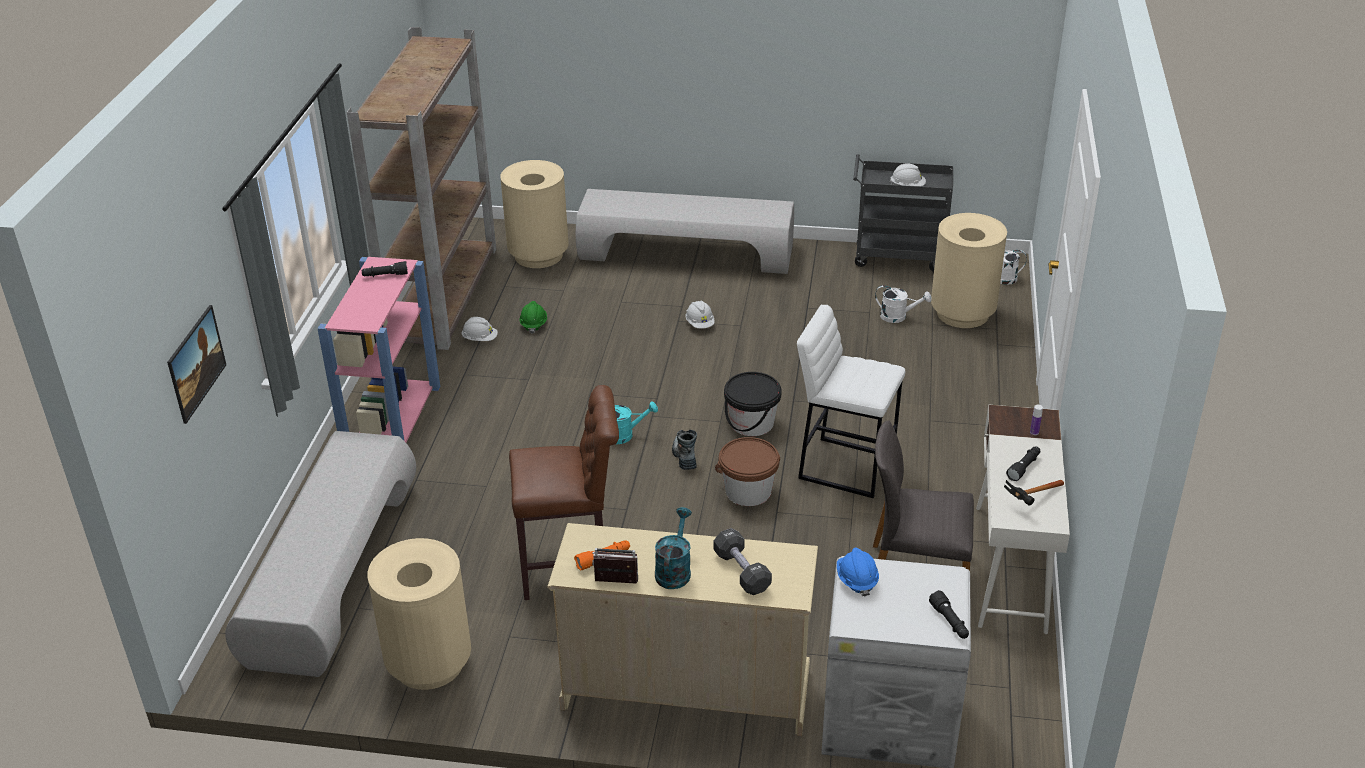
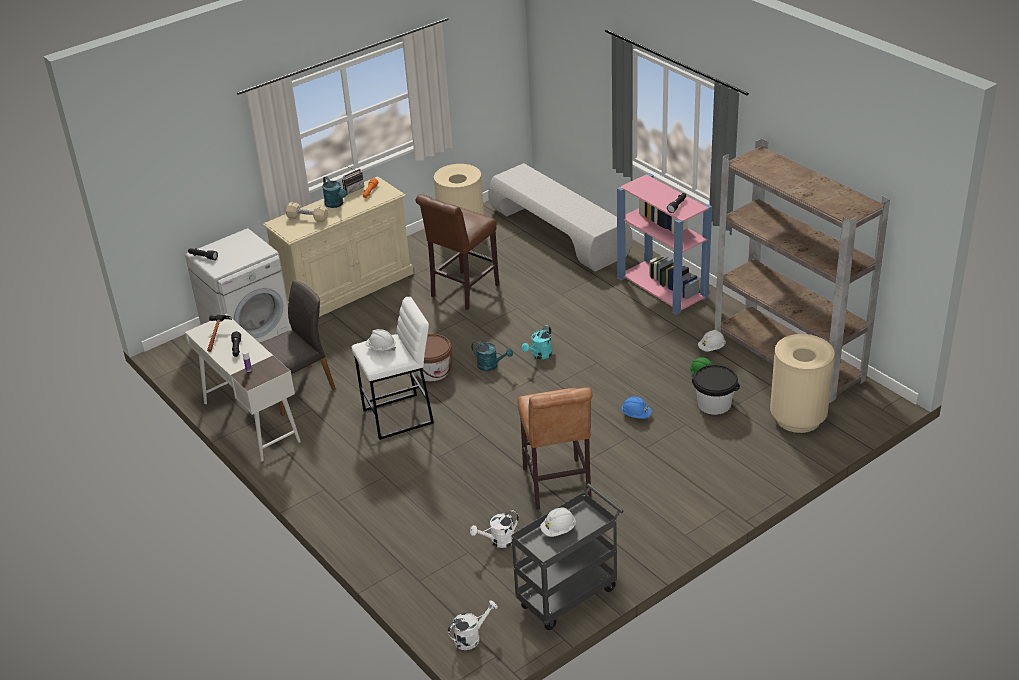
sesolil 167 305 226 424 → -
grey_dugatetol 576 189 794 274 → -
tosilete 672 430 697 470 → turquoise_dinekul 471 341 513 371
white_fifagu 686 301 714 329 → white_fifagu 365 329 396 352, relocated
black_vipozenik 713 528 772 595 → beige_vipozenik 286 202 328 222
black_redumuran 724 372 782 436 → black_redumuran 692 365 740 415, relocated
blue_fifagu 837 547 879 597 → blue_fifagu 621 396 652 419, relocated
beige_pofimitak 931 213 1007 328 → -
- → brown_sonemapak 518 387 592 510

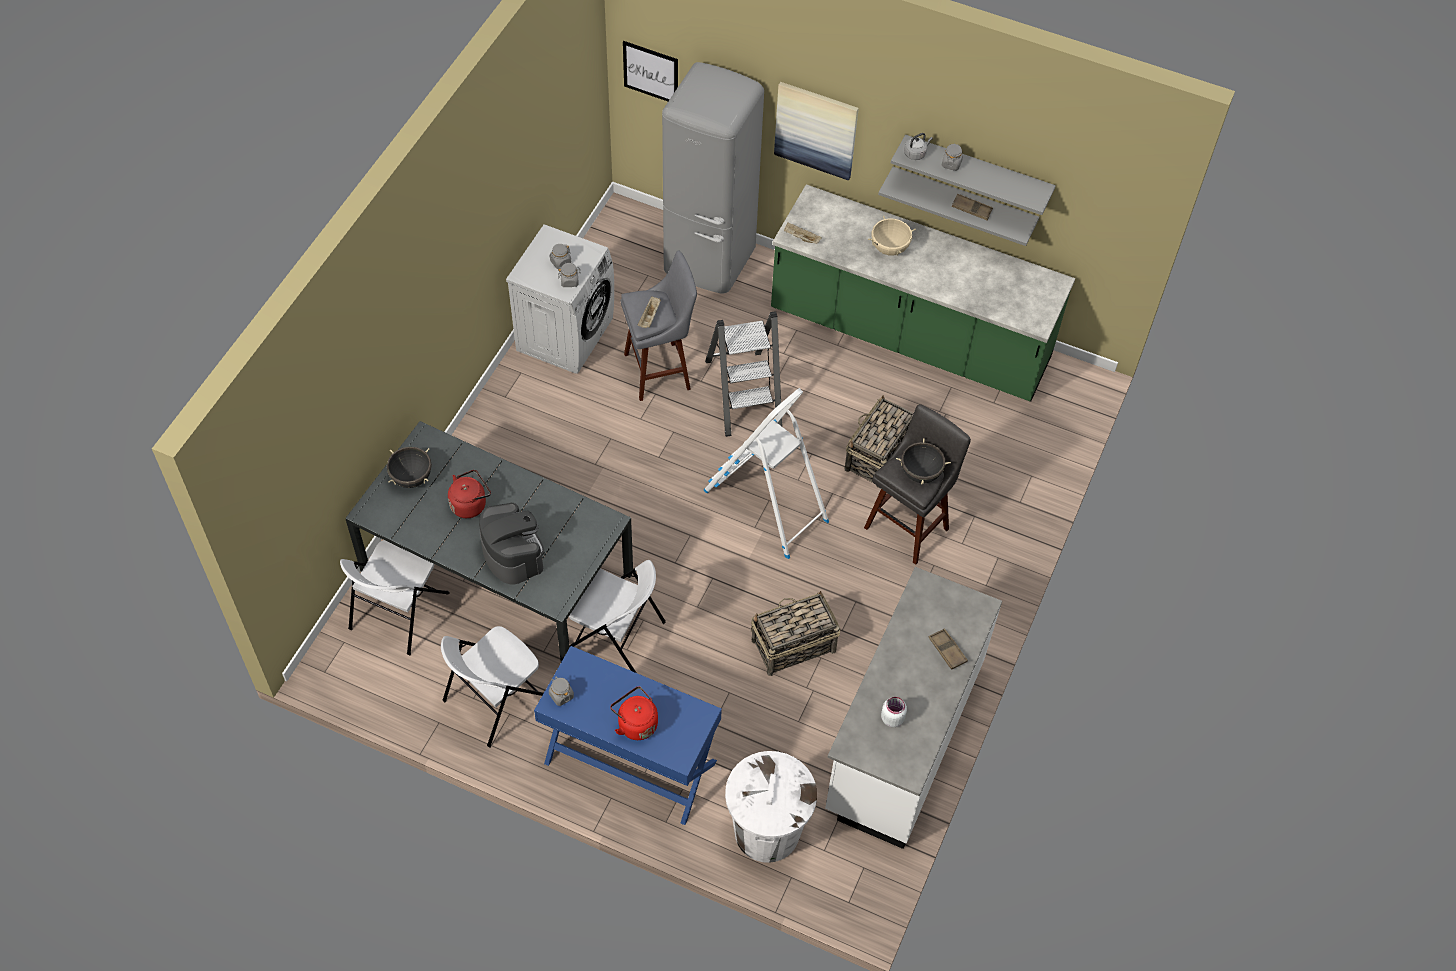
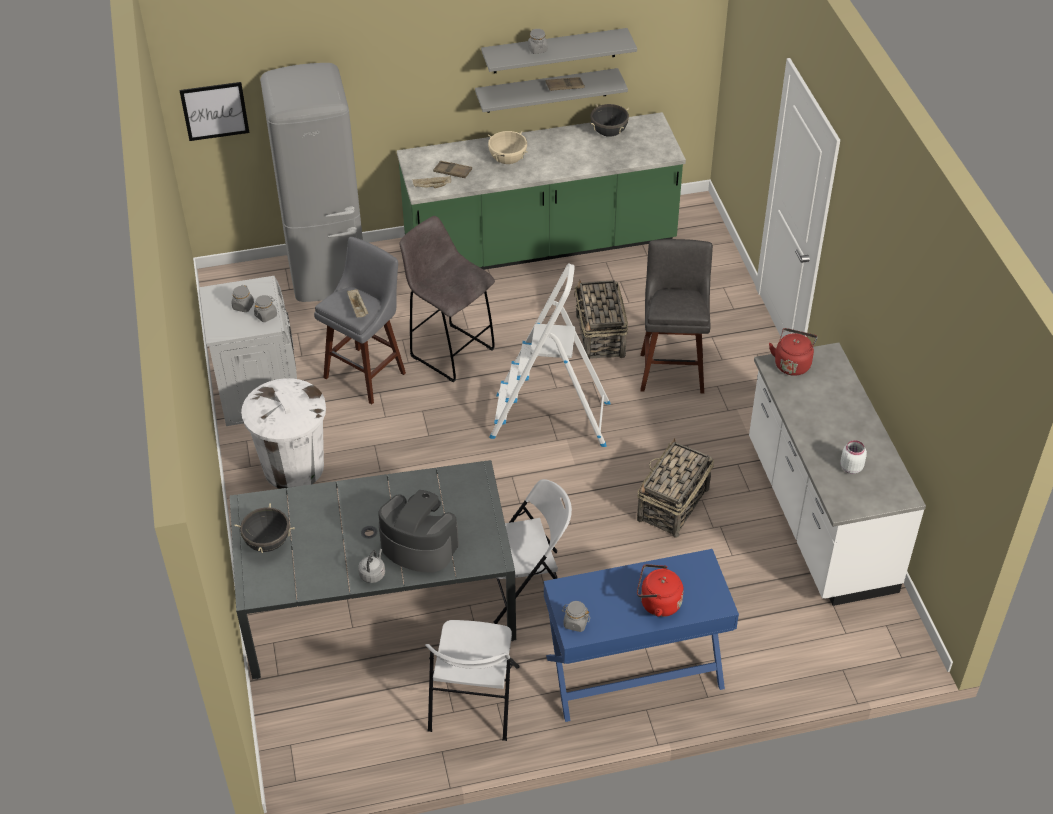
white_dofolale 340 540 450 655 → -
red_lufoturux 448 470 491 518 → red_lufoturux 769 328 817 376, relocated
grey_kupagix 705 311 782 437 → grey_sonemapak 399 216 495 382
white_pofimitak 725 751 817 863 → white_pofimitak 241 378 326 489, relocated
sesolil 774 82 859 181 → -
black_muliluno 896 438 951 485 → black_muliluno 590 104 630 137, relocated
grey_lufoturux 904 133 933 160 → grey_lufoturux 358 549 385 583, relocated
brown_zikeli 929 628 968 670 → brown_zikeli 433 161 472 178, relocated

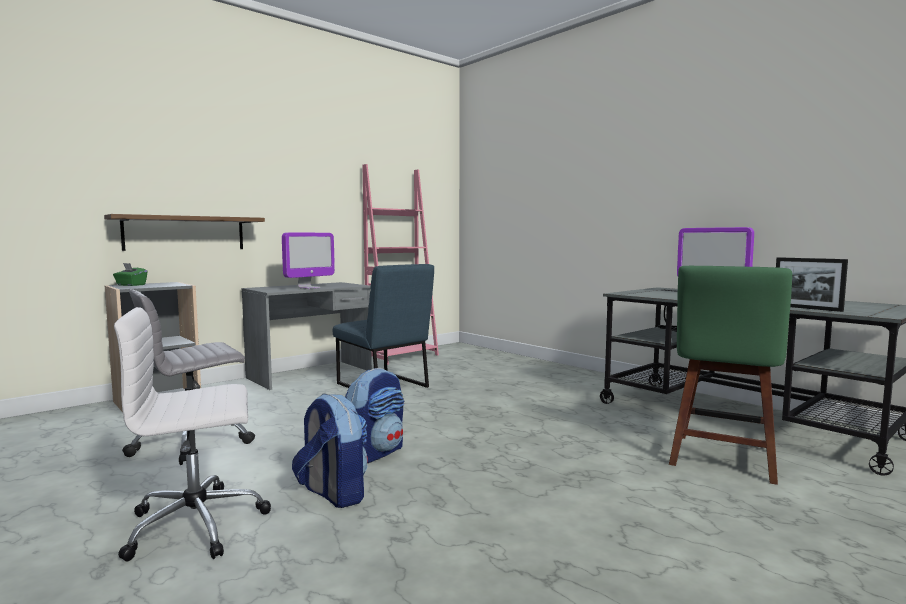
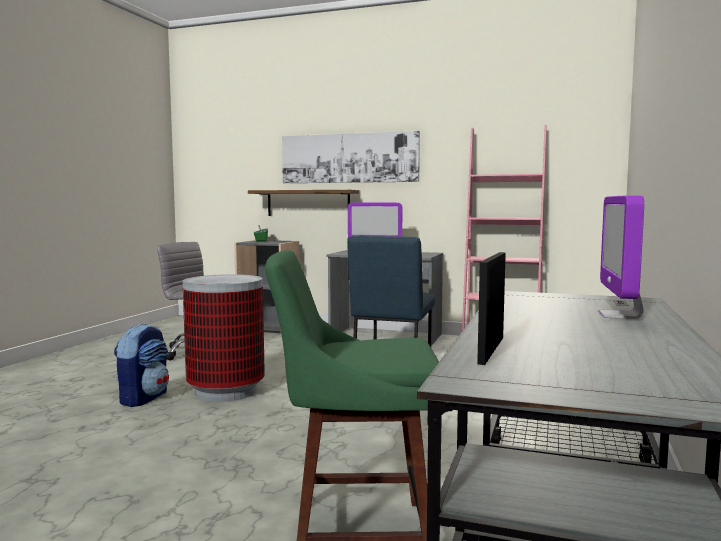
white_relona 114 307 271 562 → -
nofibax 345 368 404 463 → pofimitak 183 274 265 402
- → sesolil 282 131 420 183

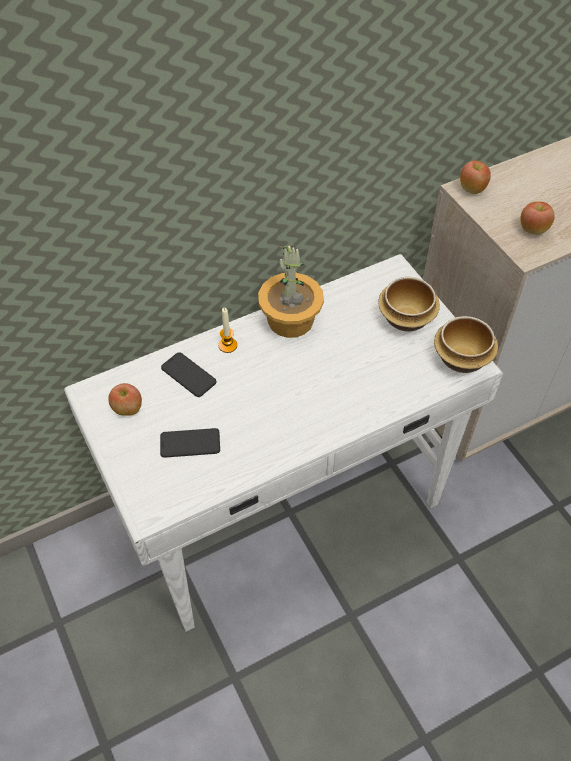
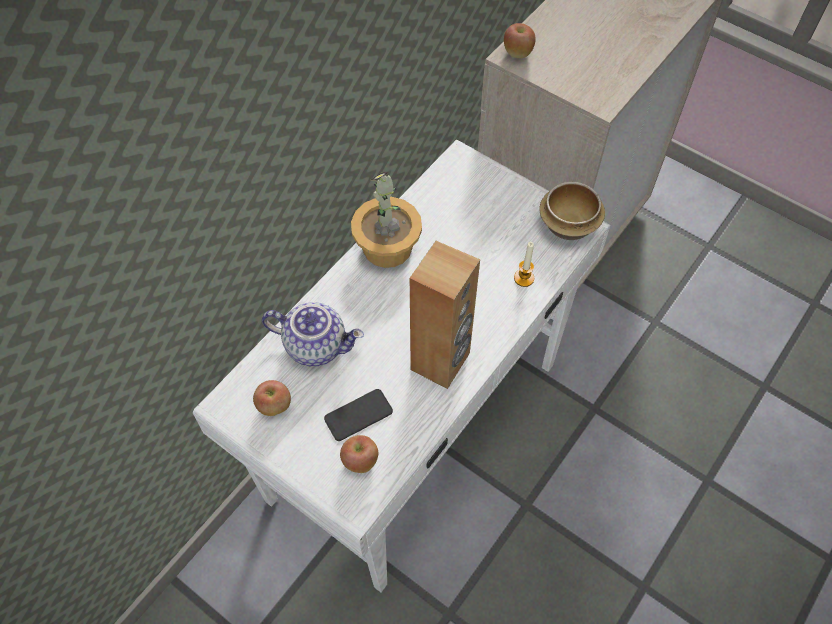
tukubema 161 352 217 397 → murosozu 262 302 364 367
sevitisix 218 308 237 353 → sevitisix 514 242 534 287, relocated
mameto 378 277 440 332 → -
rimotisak 520 201 555 235 → rimotisak 340 435 378 473, relocated
- → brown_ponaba 410 241 480 389

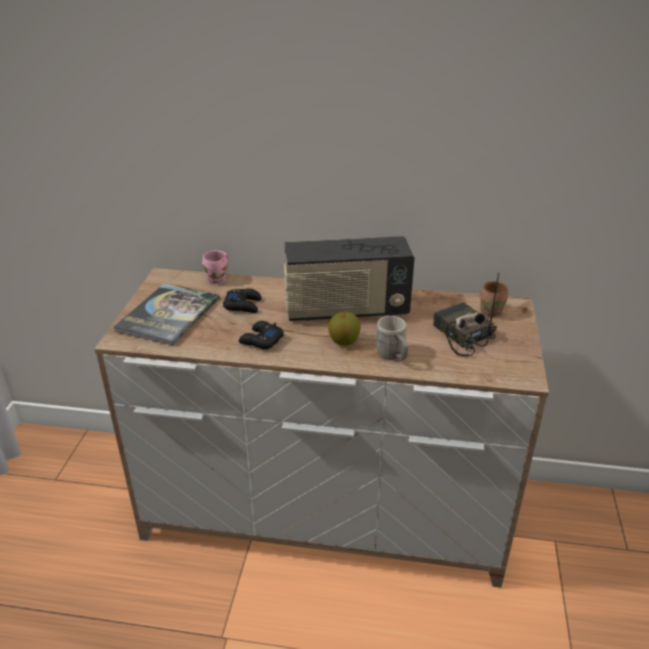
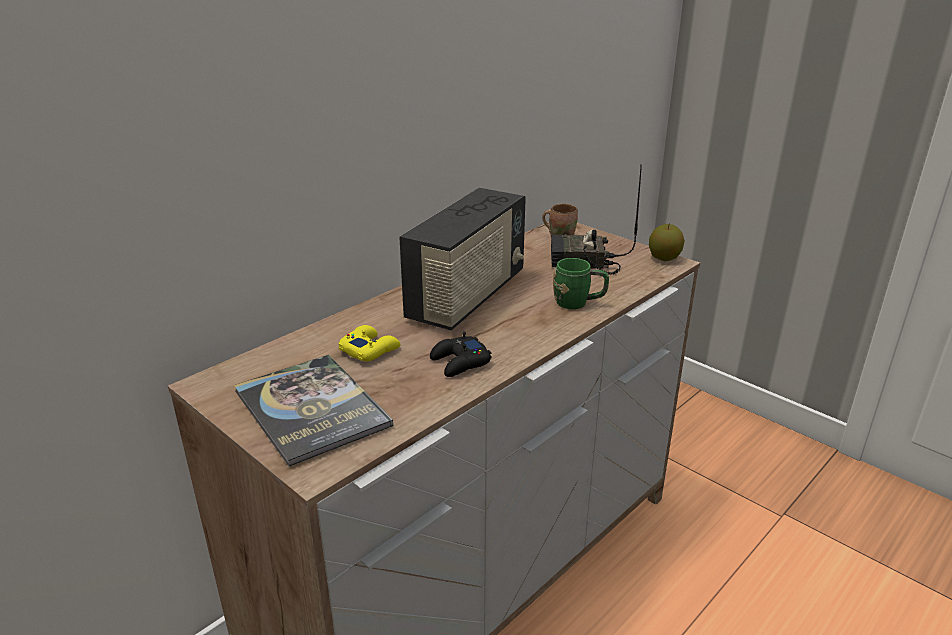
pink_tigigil 202 250 229 284 → -
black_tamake 223 288 262 313 → yellow_tamake 338 325 401 362
rimotisak 328 311 361 345 → rimotisak 649 223 685 261, relocated
grey_tigigil 375 316 408 360 → green_tigigil 553 258 609 309

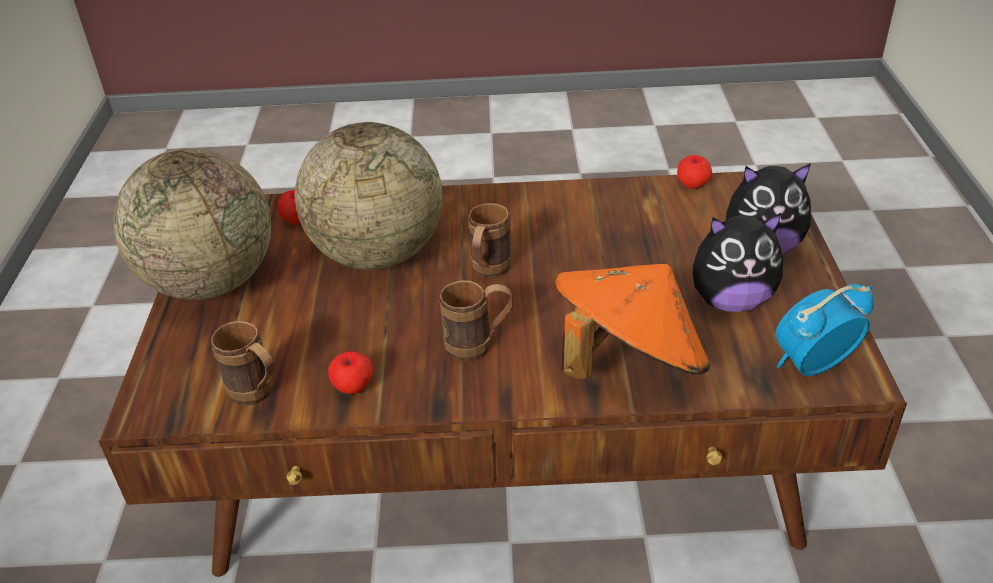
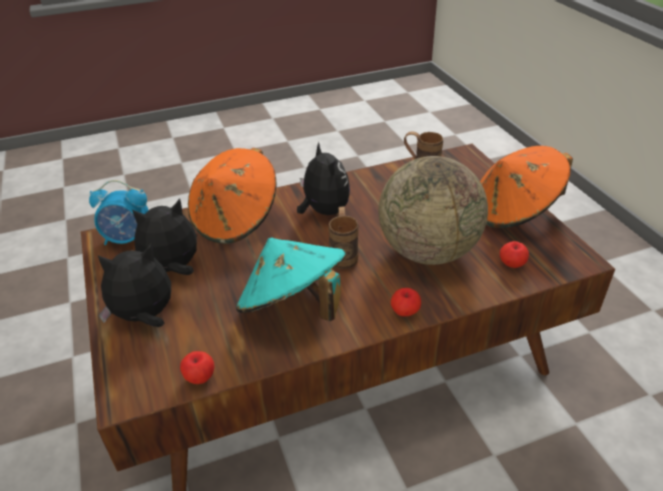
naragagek 113 148 271 300 → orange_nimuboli 480 146 573 228
rimotisak 328 351 373 394 → rimotisak 391 288 421 316, relocated
brown_tigigil 439 280 513 362 → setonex 297 142 350 215
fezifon 775 284 874 376 → fezifon 89 180 148 245, 45 degrees clockwise
- → turquoise_nimuboli 236 238 346 321

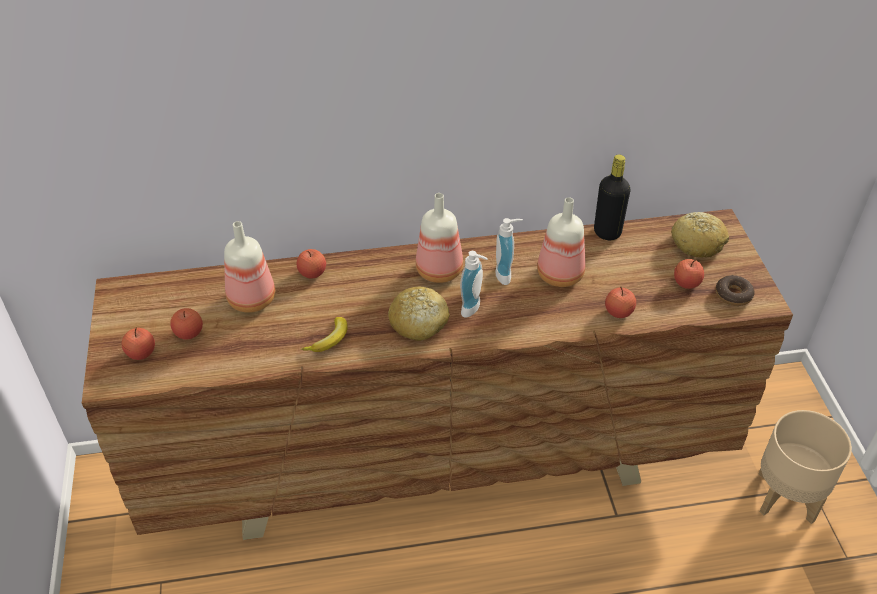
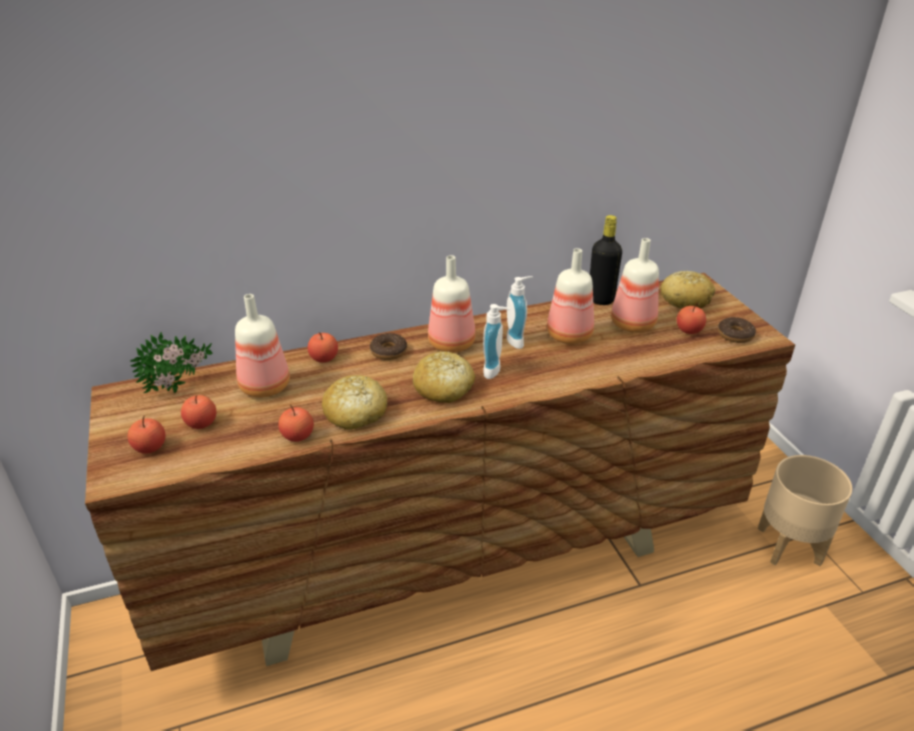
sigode 301 317 348 352 → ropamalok 322 375 387 430
rimotisak 605 287 636 318 → rimotisak 278 405 314 442, relocated
- → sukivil 130 332 213 393
- → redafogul 370 333 407 360
- → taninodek 611 238 659 333

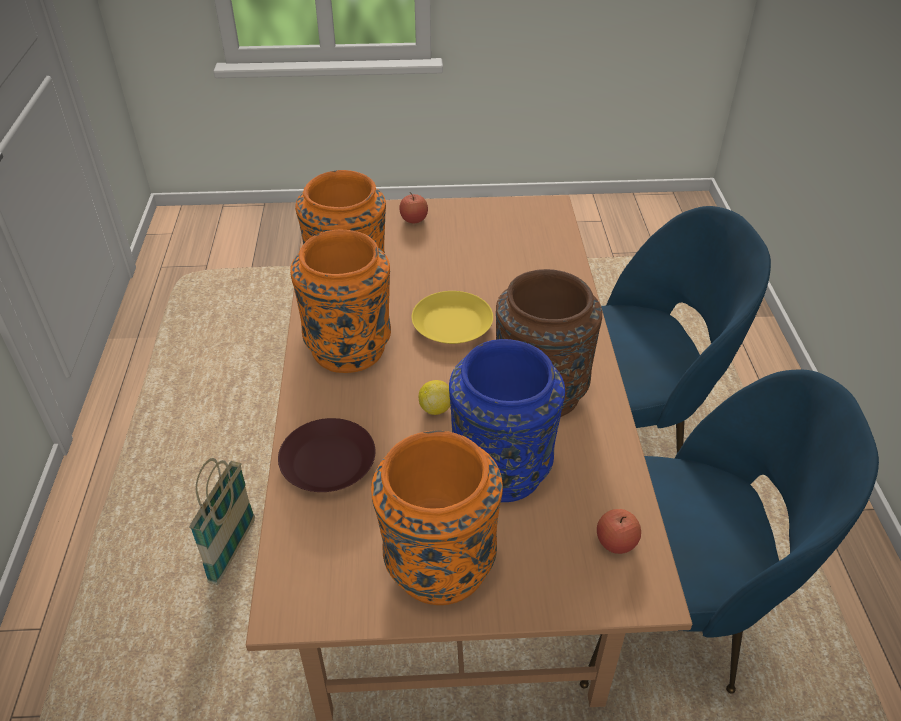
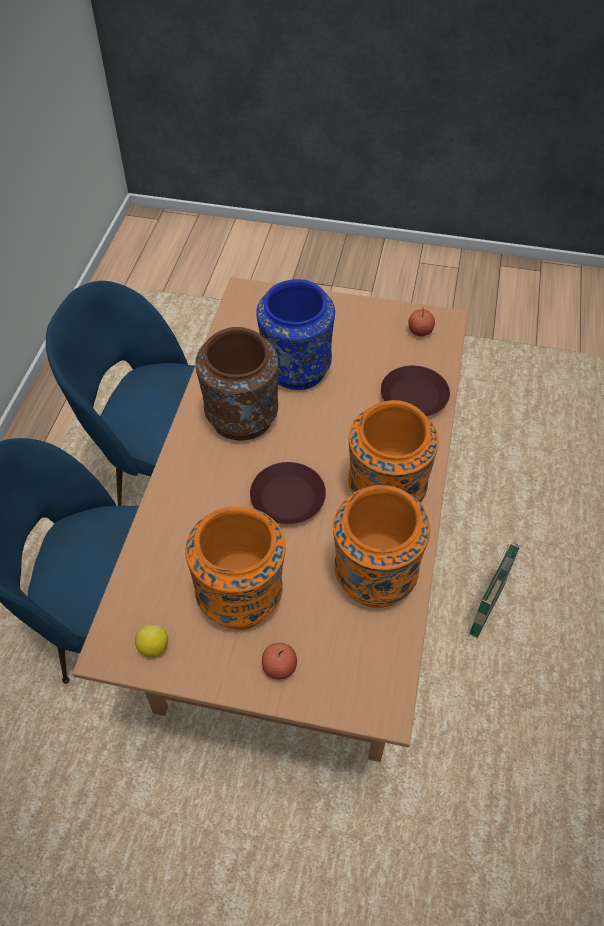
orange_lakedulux 371 431 503 605 → orange_lakedulux 185 506 286 629, relocated
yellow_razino 412 291 493 344 → brown_razino 250 462 326 524
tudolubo 419 380 451 415 → tudolubo 135 624 168 657, relocated
rimotisak 597 509 641 554 → rimotisak 408 309 435 337, relocated

